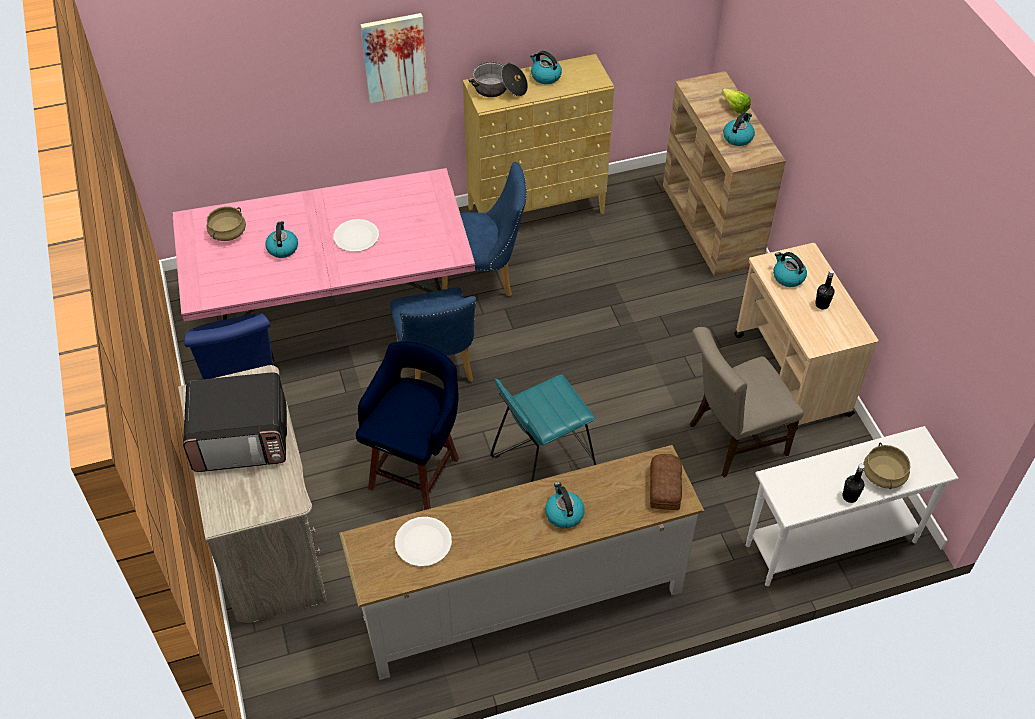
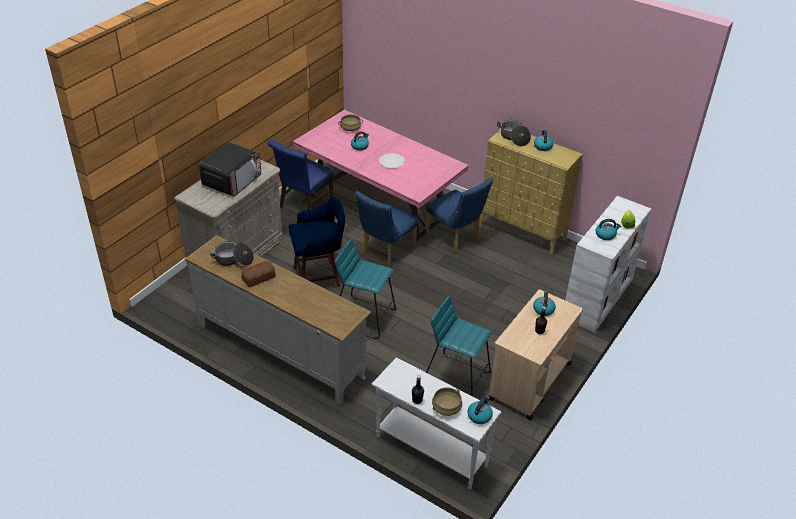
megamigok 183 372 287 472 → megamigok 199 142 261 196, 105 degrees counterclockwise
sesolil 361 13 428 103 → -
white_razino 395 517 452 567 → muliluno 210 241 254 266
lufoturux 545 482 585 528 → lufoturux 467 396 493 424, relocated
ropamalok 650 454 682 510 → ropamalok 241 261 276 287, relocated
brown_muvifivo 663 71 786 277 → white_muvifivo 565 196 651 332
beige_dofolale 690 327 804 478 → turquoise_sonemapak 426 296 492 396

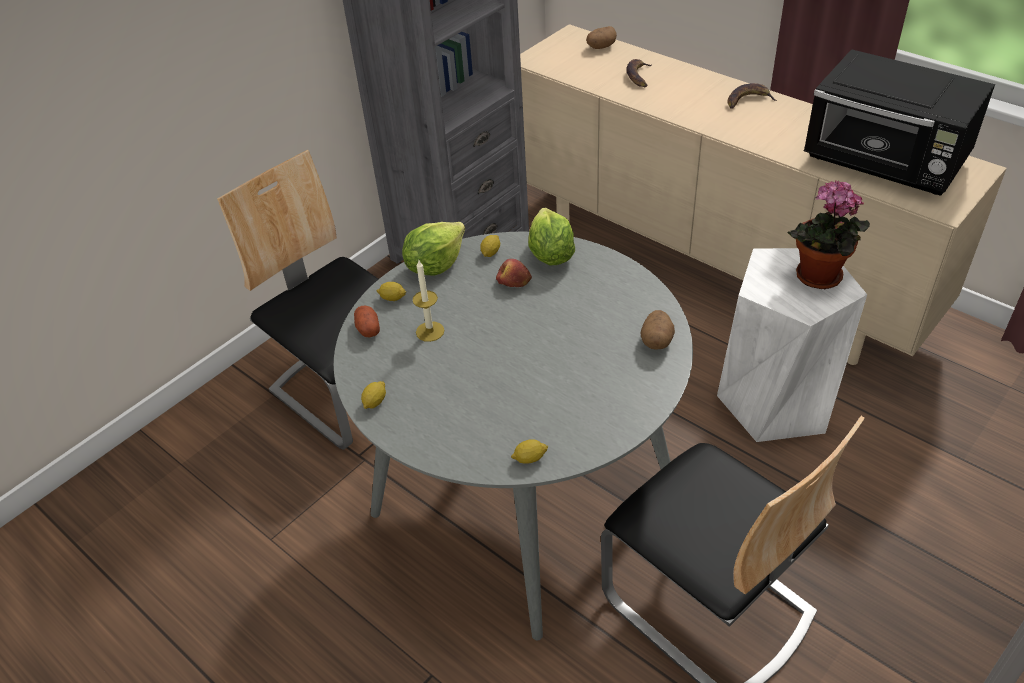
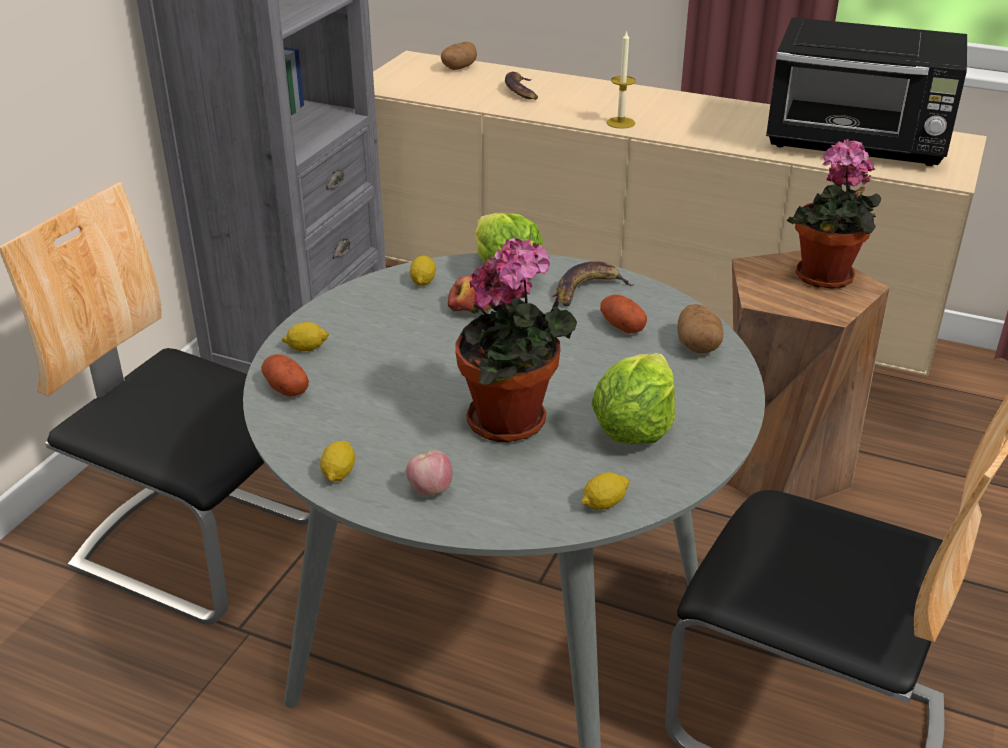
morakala 402 222 465 276 → morakala 591 353 675 444, relocated
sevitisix 412 260 444 342 → sevitisix 606 30 636 129, relocated
white_sonemapak 717 248 867 442 → brown_sonemapak 727 250 890 501
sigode 727 83 777 109 → sigode 557 261 634 306, relocated
- → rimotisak 406 450 453 496
- → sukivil 455 238 577 442
- → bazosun 600 294 647 334

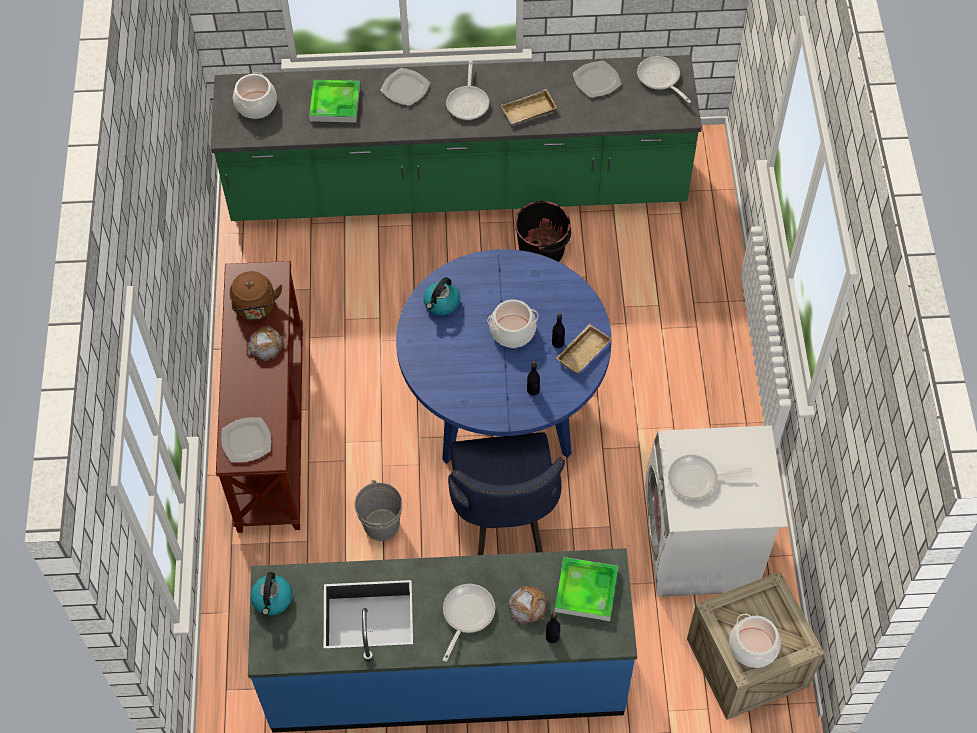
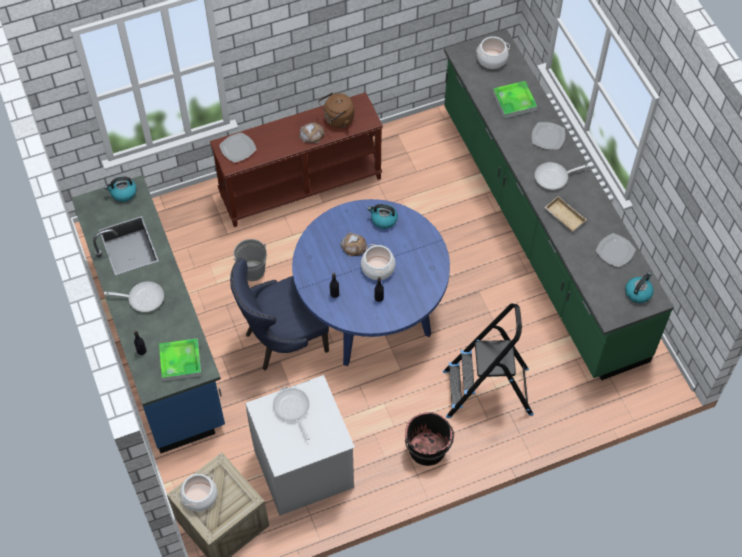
ropamalok 509 586 548 624 → ropamalok 340 232 368 257, relocated
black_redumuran 515 201 571 262 → black_redumuran 405 412 454 466, relocated
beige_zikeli 556 324 612 374 → -
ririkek 637 56 691 103 → lufoturux 625 272 654 303
- → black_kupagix 443 303 534 418

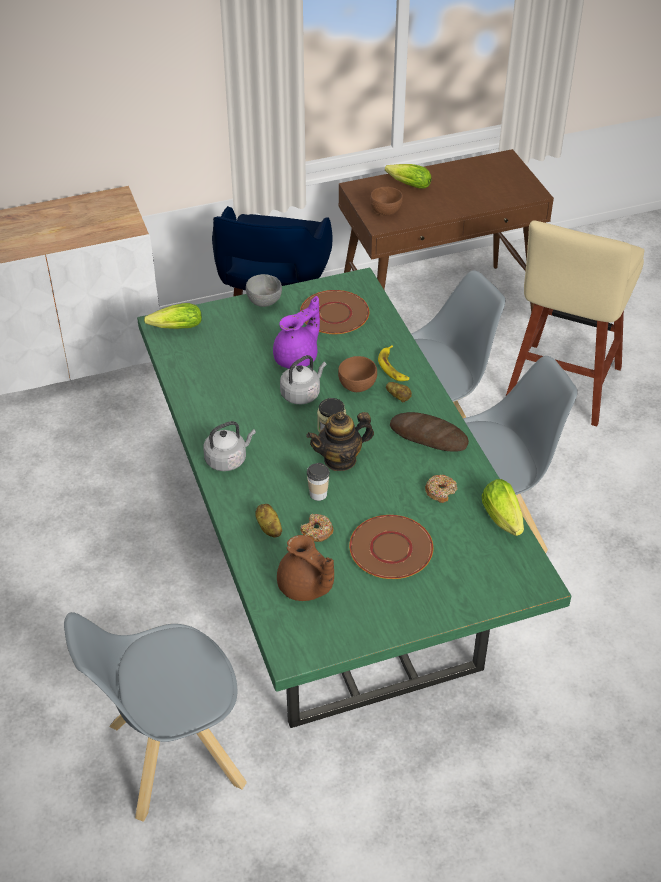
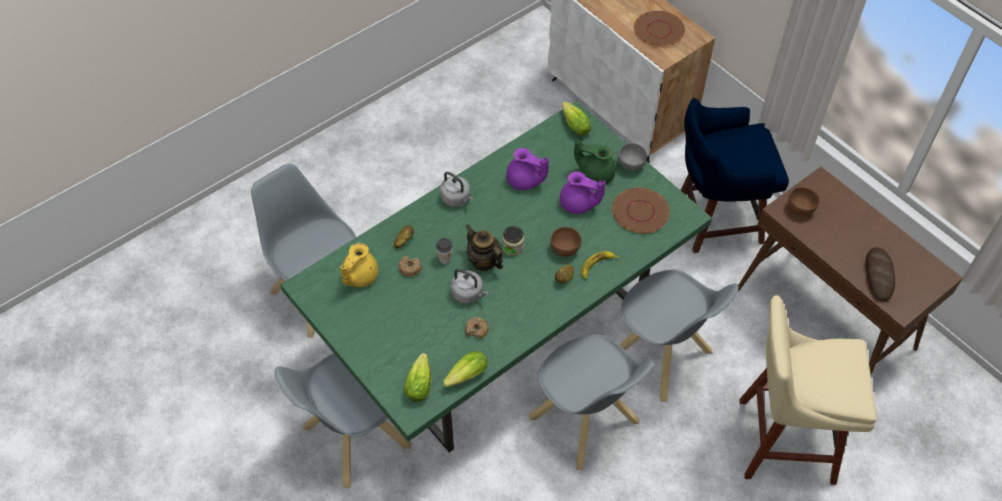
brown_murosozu 277 535 334 601 → yellow_murosozu 340 243 378 287
grey_lufoturux 280 355 327 404 → grey_lufoturux 451 269 489 303, relocated
brown_razino 349 515 433 579 → brown_razino 634 11 685 46, relocated
morakala 385 164 432 188 → morakala 404 353 431 402, relocated
ropamalok 390 412 469 452 → ropamalok 865 247 895 301, relocated
- → grey_dofolale 274 353 412 488
- → purple_murosozu 506 148 549 190
- → green_murosozu 574 139 616 184

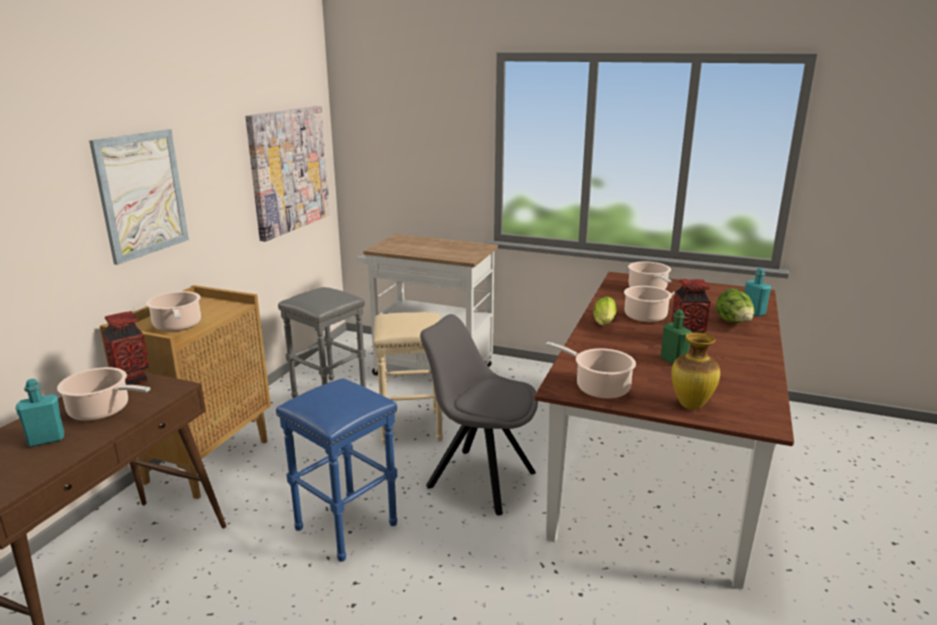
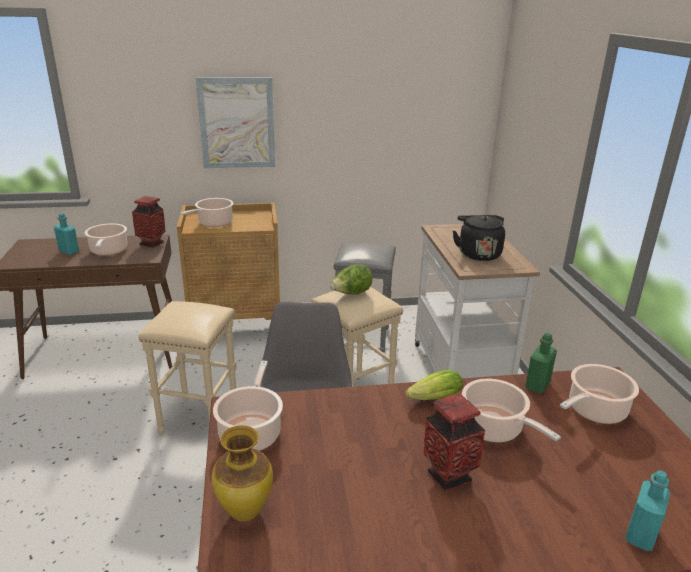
sesolil 245 106 330 242 → -
blue_sonemapak 276 378 397 562 → beige_sonemapak 138 301 237 434
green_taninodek 660 309 692 364 → green_taninodek 525 333 557 393, relocated
morakala 716 288 754 323 → morakala 330 264 372 295, relocated
- → black_lufoturux 453 215 505 261

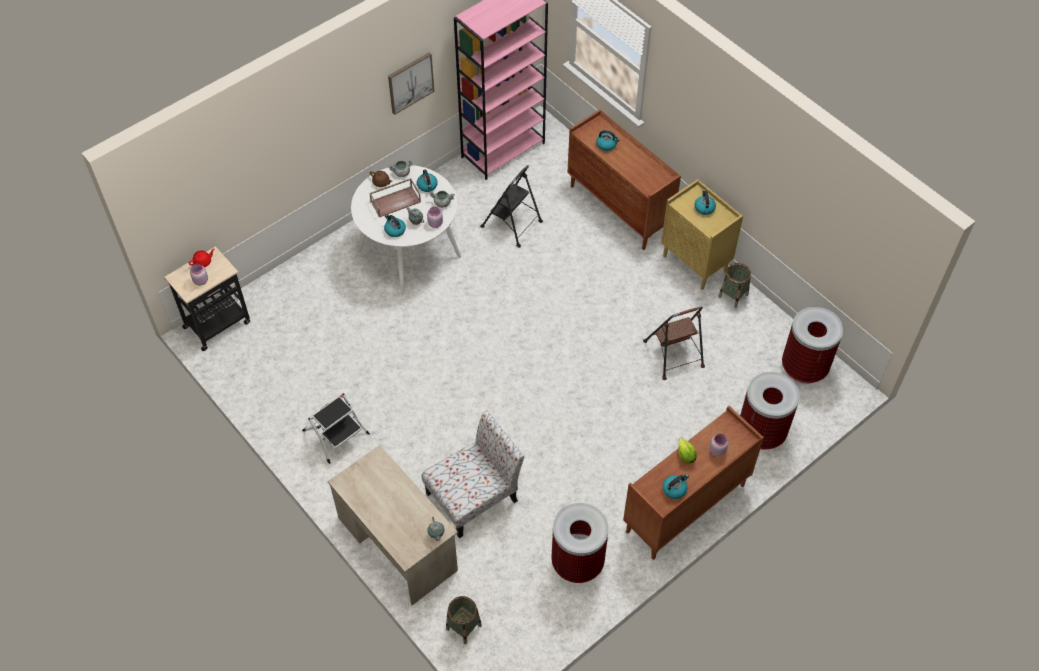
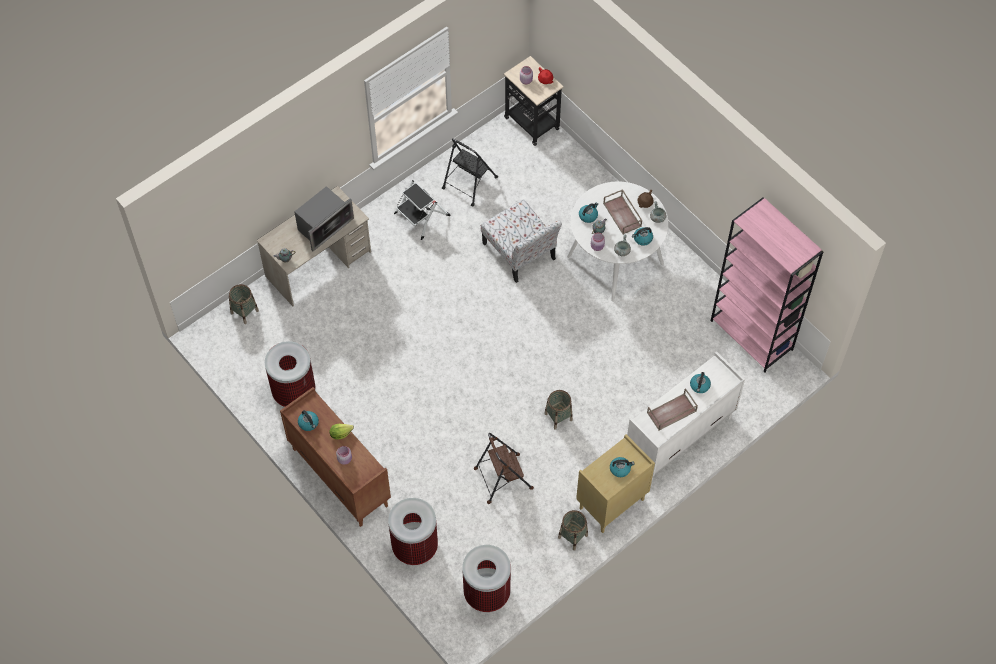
sesolil 388 53 434 115 → -
dofolale 421 411 524 538 → dofolale 481 199 562 283, relocated
black_kupagix 480 165 543 248 → black_kupagix 442 138 498 206, relocated
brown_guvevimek 567 110 681 250 → white_guvevimek 627 351 745 481
- → megamigok 294 186 354 251
- → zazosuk 544 390 573 430
- → brown_zikeli 647 388 698 430

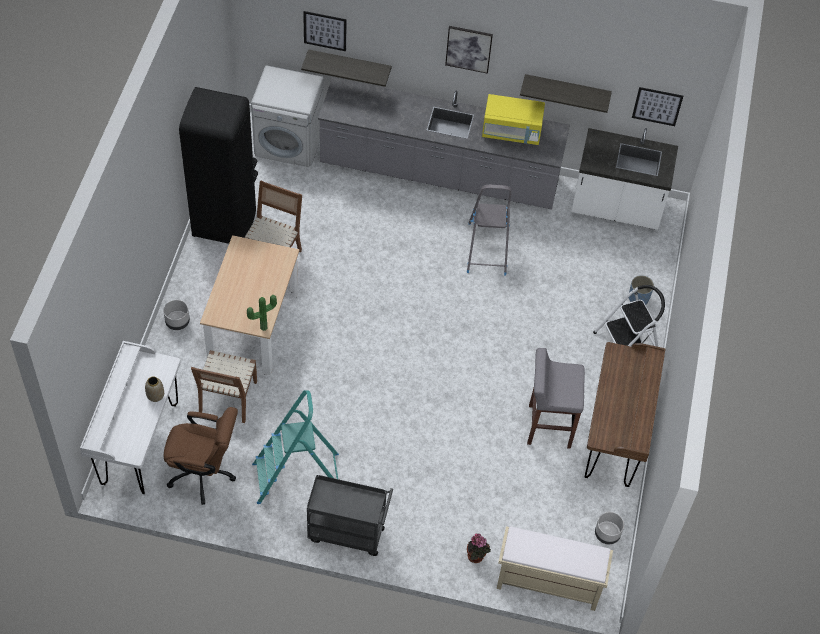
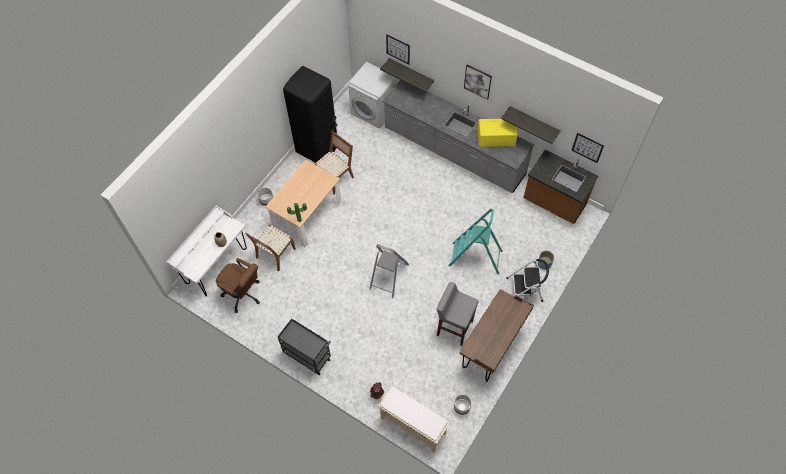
turquoise_kupagix 252 390 339 504 → turquoise_kupagix 448 209 503 274, relocated
grey_kupagix 467 185 512 276 → grey_kupagix 369 244 409 299, relocated
yellow_megamigok 482 94 545 145 → yellow_megamigok 477 119 518 147, 150 degrees clockwise
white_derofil 571 128 678 230 → brown_derofil 523 149 598 224

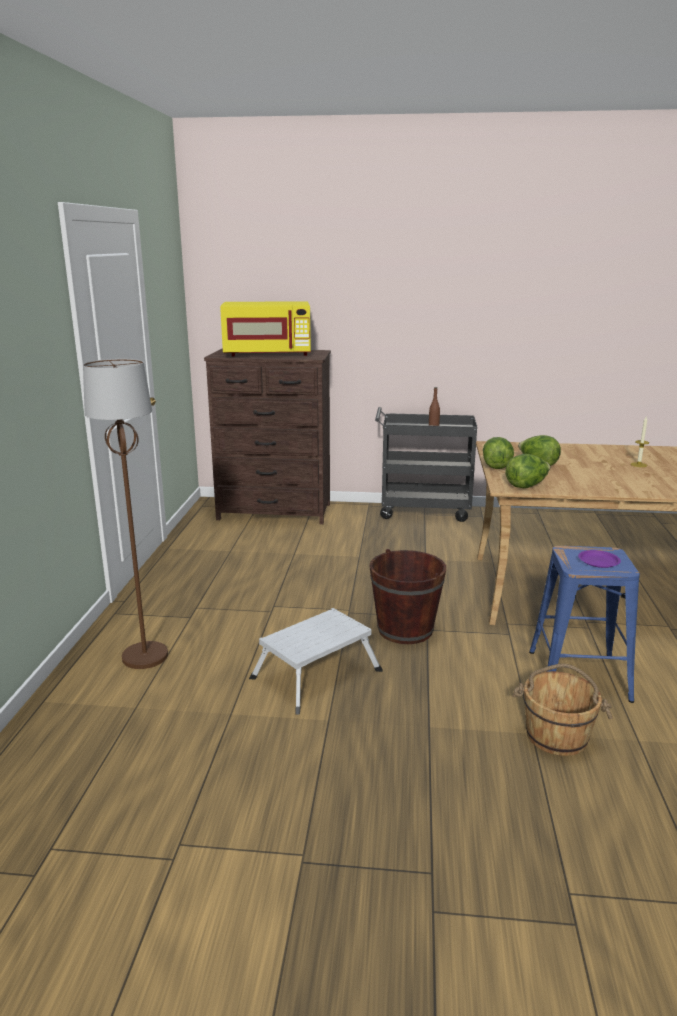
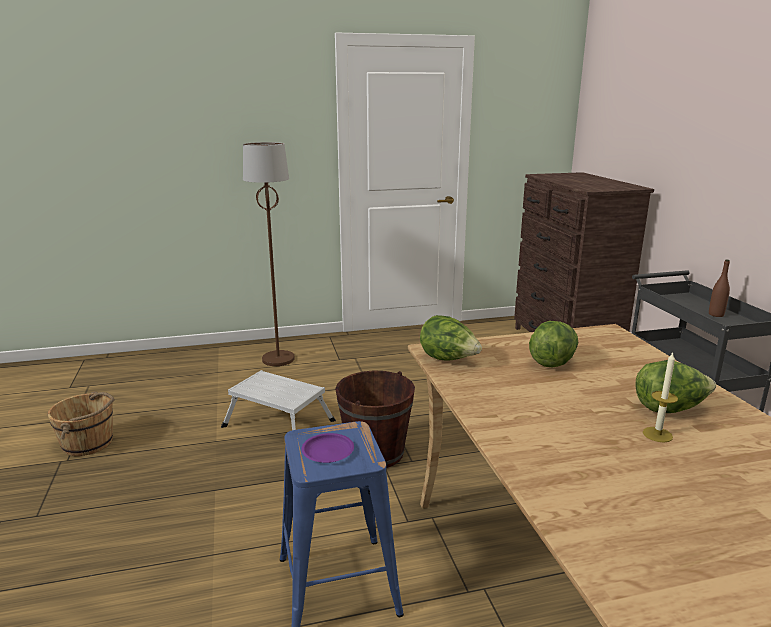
yellow_megamigok 220 301 311 356 → -
morakala 483 437 514 469 → morakala 635 360 716 413, relocated
brown_redumuran 512 664 613 756 → brown_redumuran 48 391 115 456, relocated

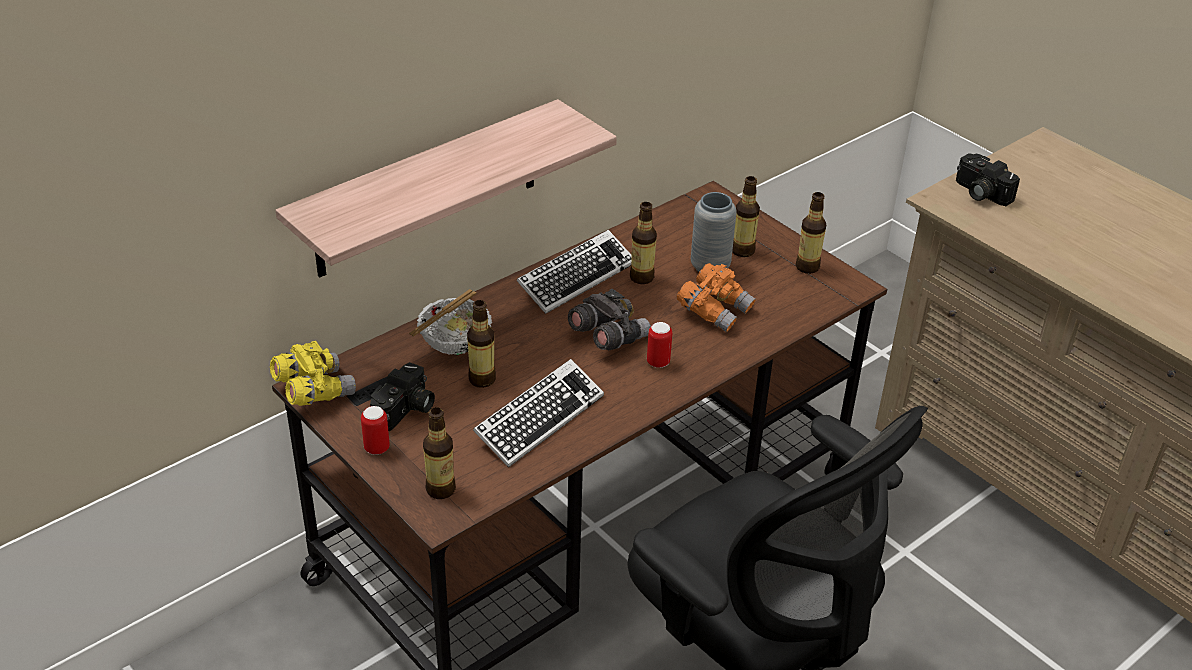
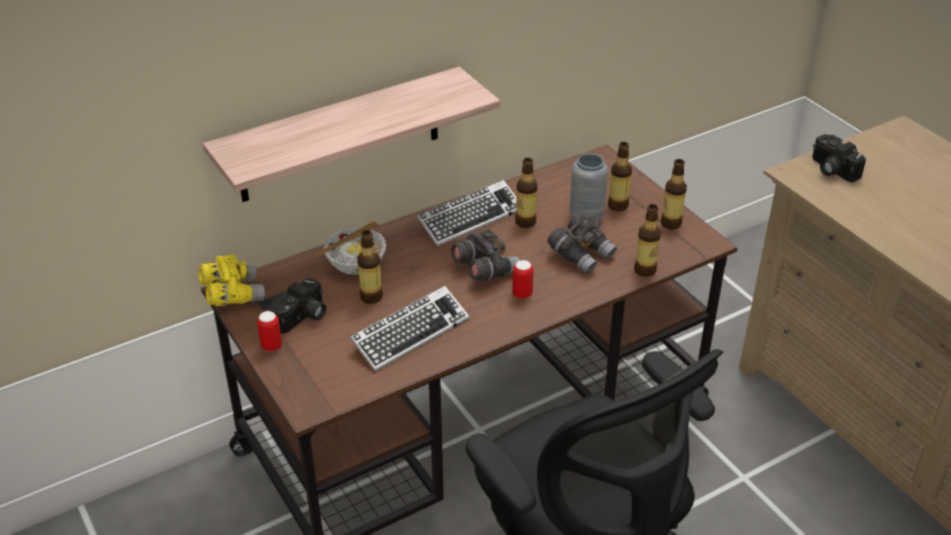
taninodek 423 407 456 499 → taninodek 634 204 661 277, relocated
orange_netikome 676 263 756 332 → grey_netikome 547 214 617 274

